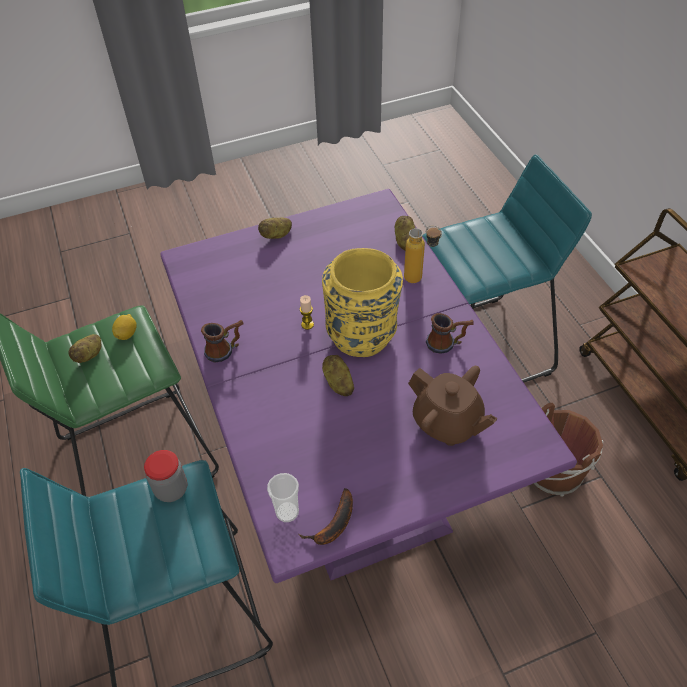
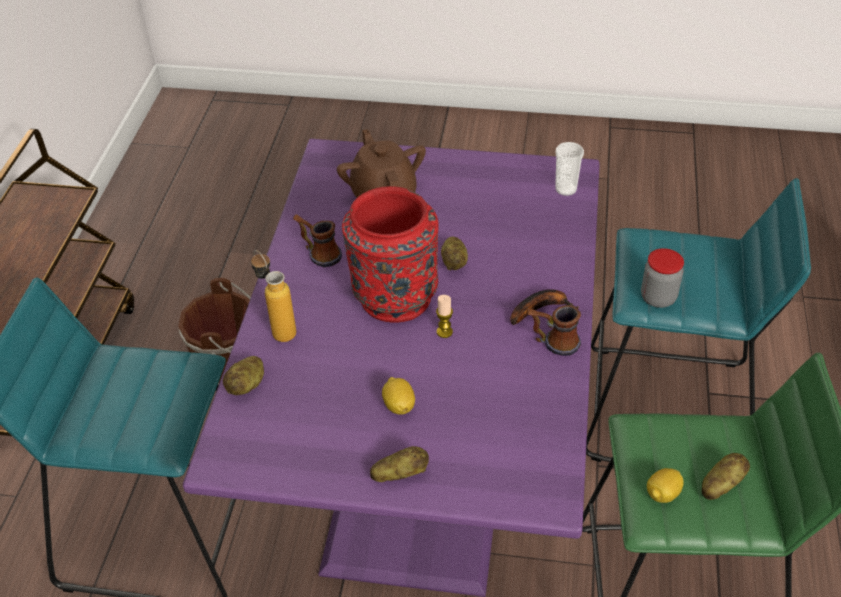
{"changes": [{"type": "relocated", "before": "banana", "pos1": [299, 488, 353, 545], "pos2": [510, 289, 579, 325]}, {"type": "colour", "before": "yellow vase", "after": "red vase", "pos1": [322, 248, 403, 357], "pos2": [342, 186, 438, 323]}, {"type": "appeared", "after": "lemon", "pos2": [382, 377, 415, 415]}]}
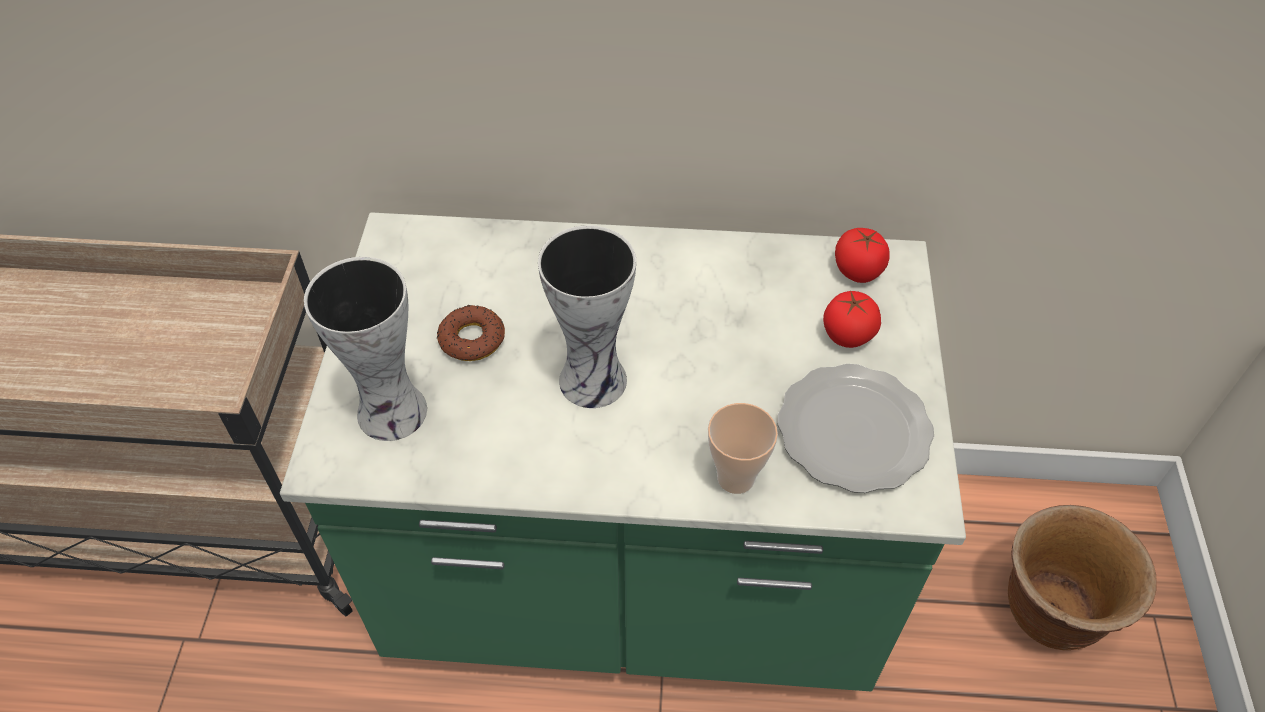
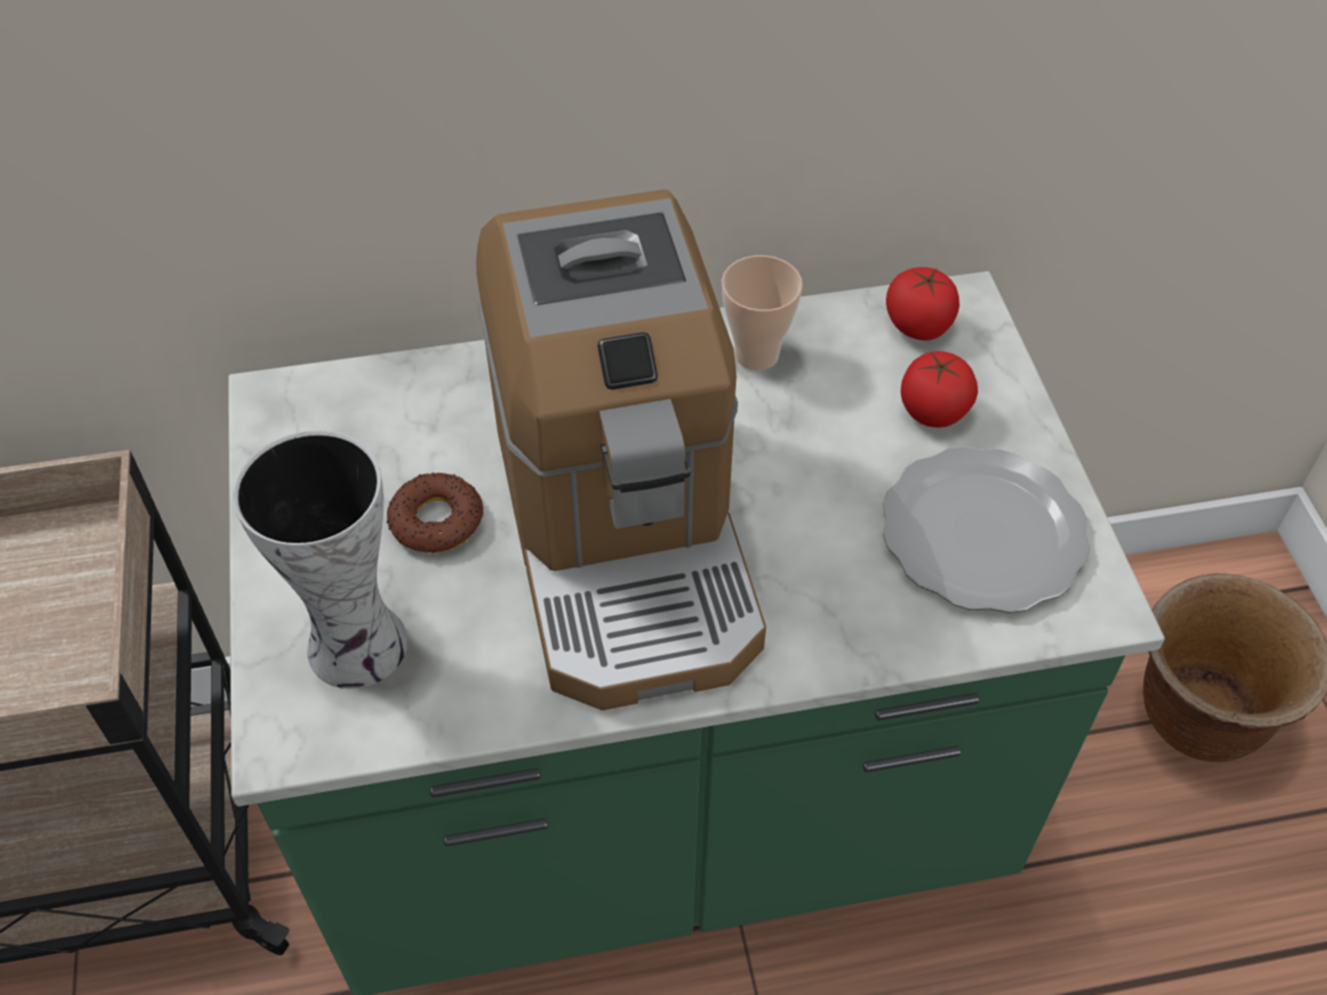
{"changes": [{"type": "exchanged", "before": "vase", "after": "coffee machine", "pos1": [538, 225, 636, 408], "pos2": [476, 190, 766, 711]}, {"type": "relocated", "before": "cup", "pos1": [708, 403, 778, 494], "pos2": [722, 255, 803, 371]}]}
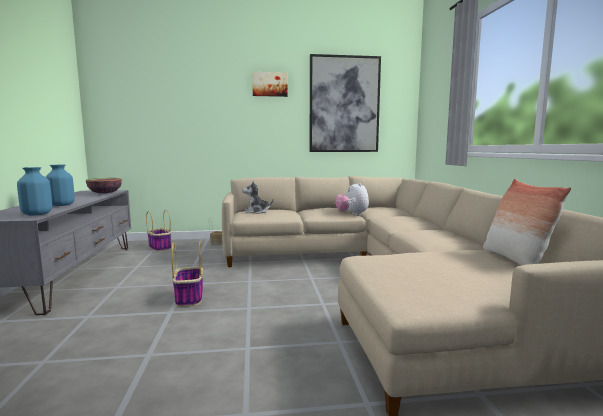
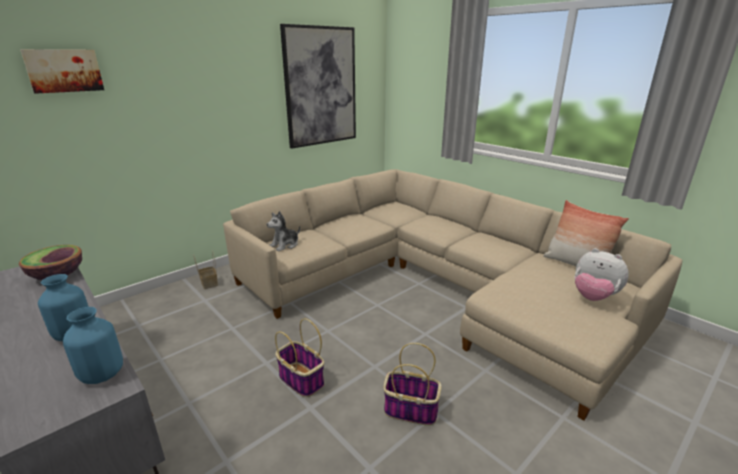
{"changes": [{"type": "relocated", "before": "basket", "pos1": [146, 209, 171, 252], "pos2": [383, 343, 442, 426]}, {"type": "relocated", "before": "picture", "pos1": [252, 72, 288, 97], "pos2": [20, 49, 104, 94]}, {"type": "relocated", "before": "plush toy", "pos1": [335, 182, 369, 216], "pos2": [574, 248, 629, 301]}]}
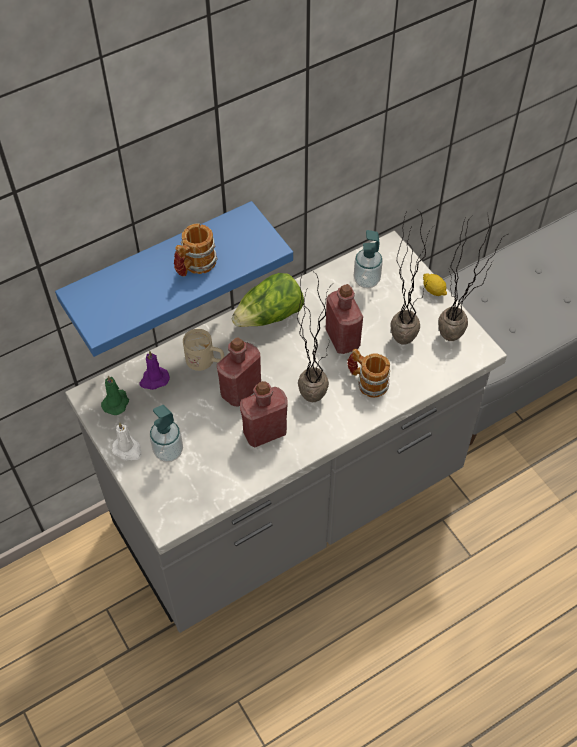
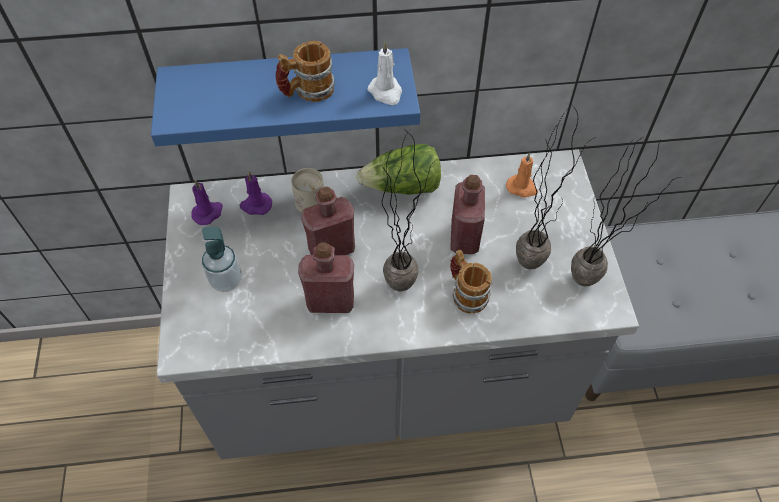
{"changes": [{"type": "colour", "before": "green candle", "after": "purple candle", "pos1": [101, 376, 129, 415], "pos2": [191, 180, 223, 225]}, {"type": "relocated", "before": "white candle", "pos1": [112, 422, 142, 461], "pos2": [367, 41, 402, 105]}, {"type": "exchanged", "before": "soap dispenser", "after": "orange candle", "pos1": [354, 230, 383, 288], "pos2": [506, 152, 538, 198]}, {"type": "missing", "before": "lemon", "pos1": [423, 273, 447, 296]}]}
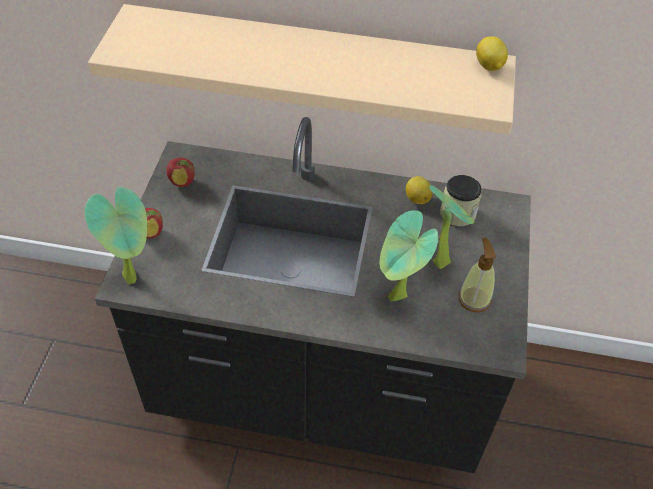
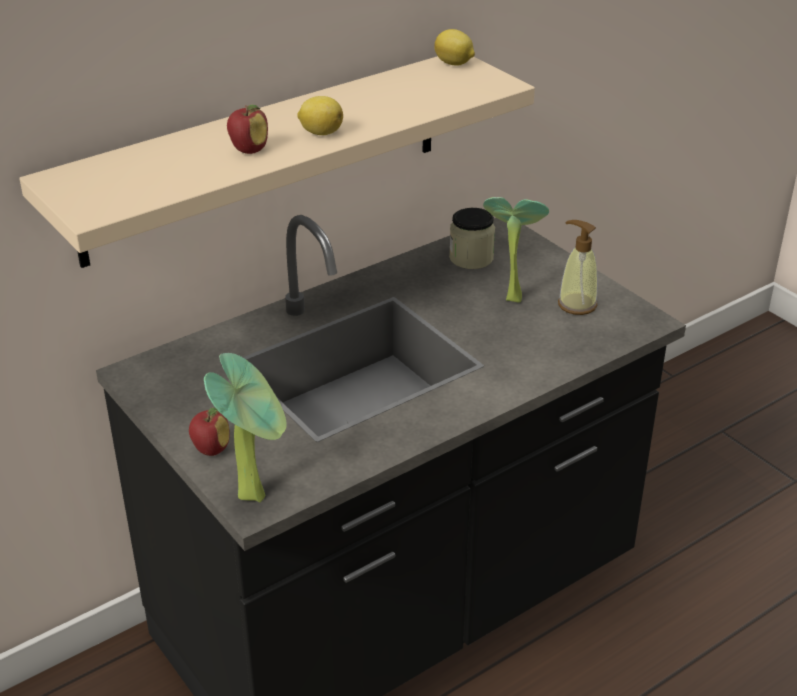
{"changes": [{"type": "relocated", "before": "apple", "pos1": [166, 158, 195, 187], "pos2": [227, 105, 268, 154]}, {"type": "missing", "before": "potted plant", "pos1": [379, 210, 438, 302]}, {"type": "relocated", "before": "lemon", "pos1": [406, 176, 433, 204], "pos2": [297, 96, 343, 135]}]}
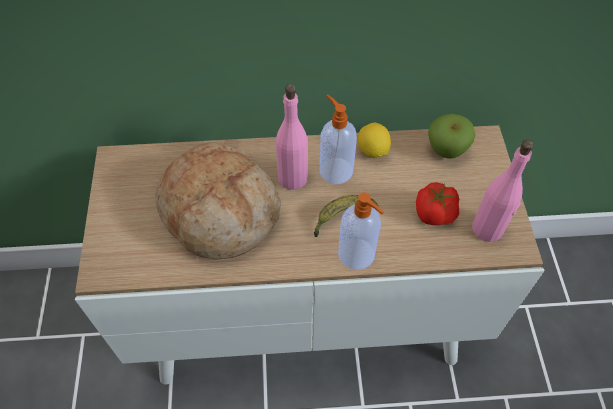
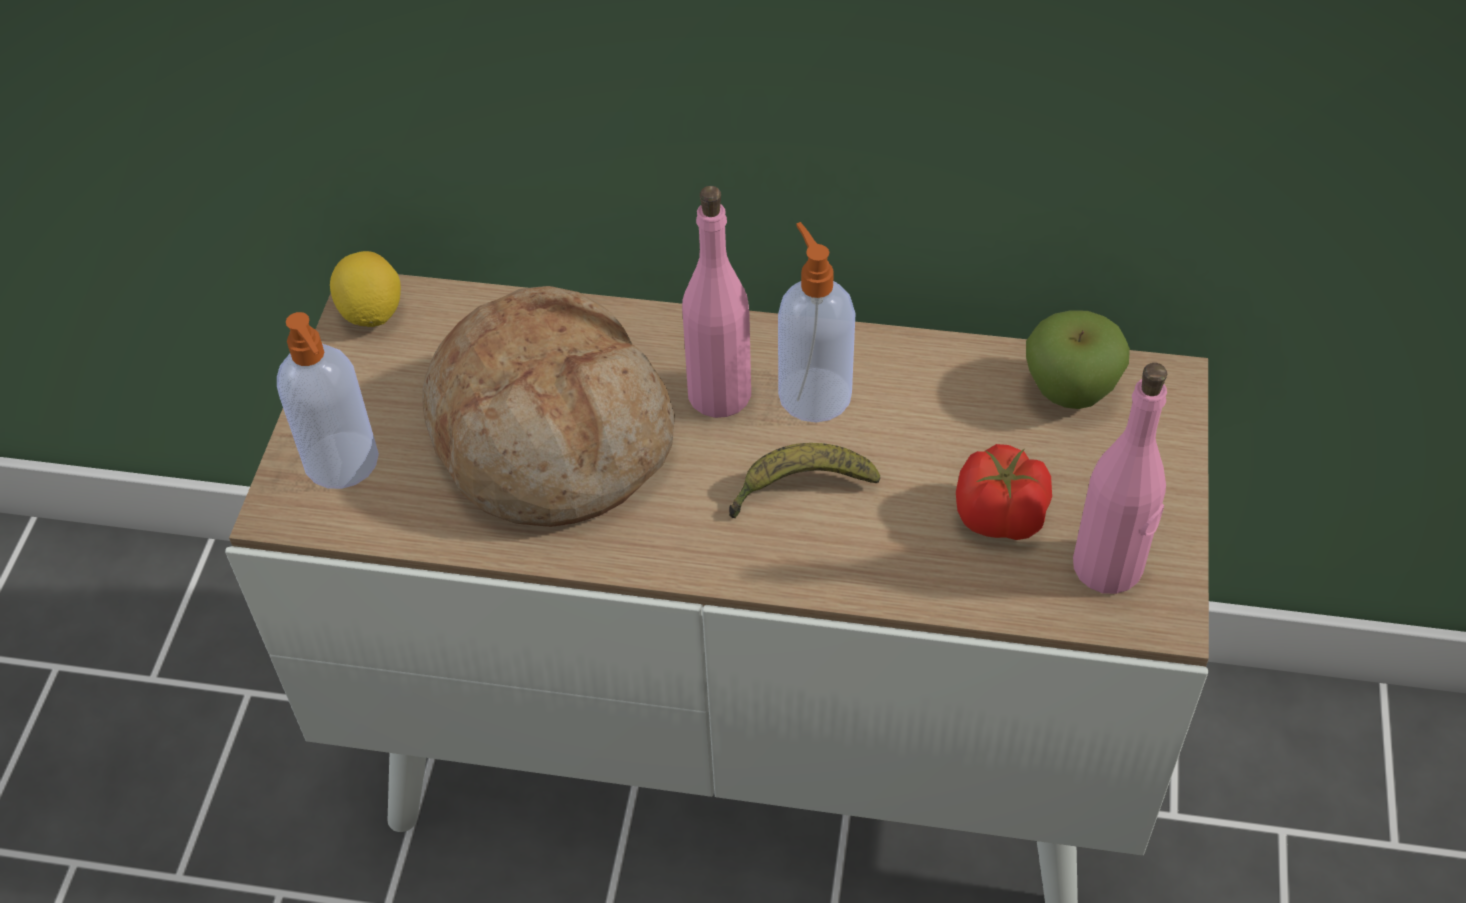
{"changes": [{"type": "relocated", "before": "soap dispenser", "pos1": [338, 192, 384, 270], "pos2": [277, 312, 379, 489]}, {"type": "relocated", "before": "lemon", "pos1": [358, 123, 391, 158], "pos2": [330, 251, 401, 327]}]}
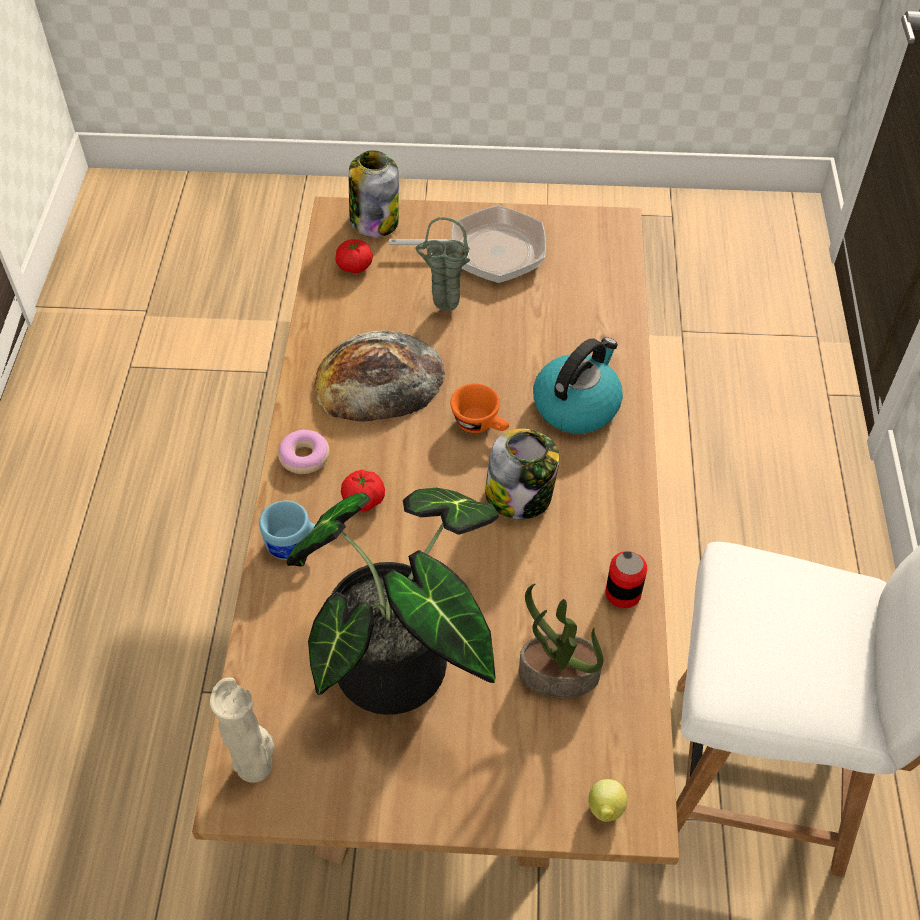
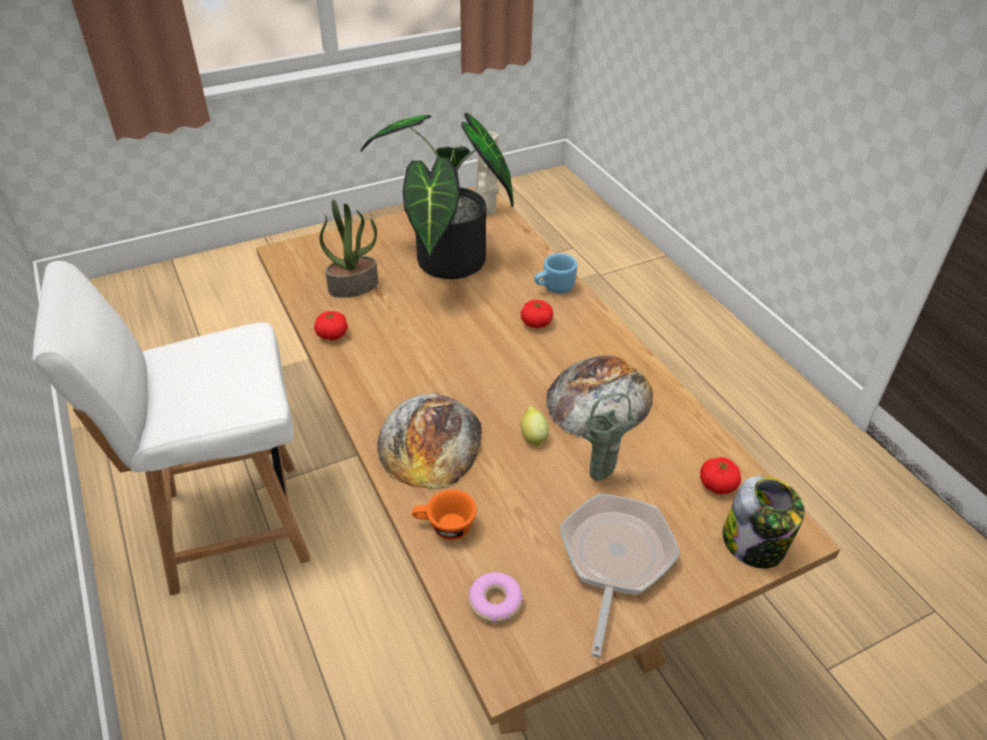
{"changes": [{"type": "relocated", "before": "donut", "pos1": [278, 430, 330, 474], "pos2": [468, 572, 524, 623]}, {"type": "spun", "before": "frying pan", "pos1": [389, 205, 546, 283], "pos2": [560, 494, 680, 657], "turn": 135}, {"type": "relocated", "before": "orange cup", "pos1": [450, 383, 509, 433], "pos2": [412, 489, 477, 540]}, {"type": "missing", "before": "jar", "pos1": [485, 429, 559, 519]}, {"type": "exchanged", "before": "kettle", "after": "bread", "pos1": [533, 337, 623, 433], "pos2": [377, 394, 482, 489]}, {"type": "relocated", "before": "lemon", "pos1": [588, 779, 627, 822], "pos2": [521, 406, 549, 446]}, {"type": "exchanged", "before": "can", "after": "tomato", "pos1": [605, 551, 647, 608], "pos2": [314, 311, 348, 340]}]}
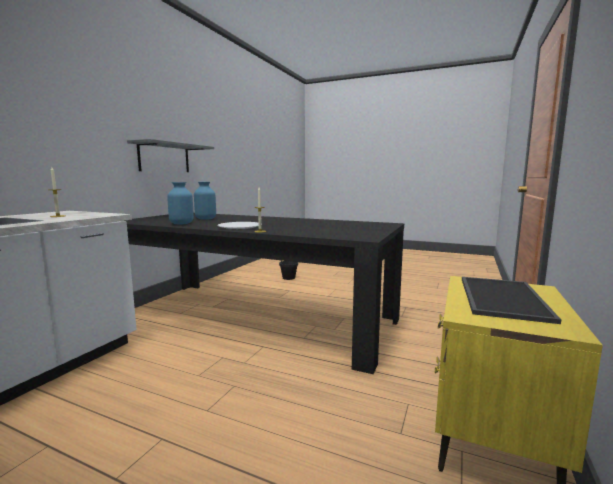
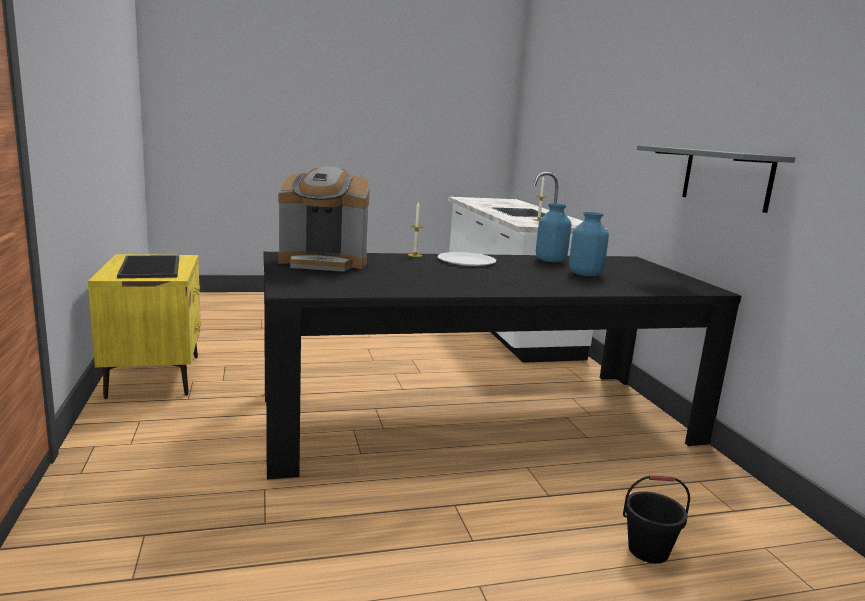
{"changes": [{"type": "appeared", "after": "coffee machine", "pos2": [278, 166, 370, 272]}]}
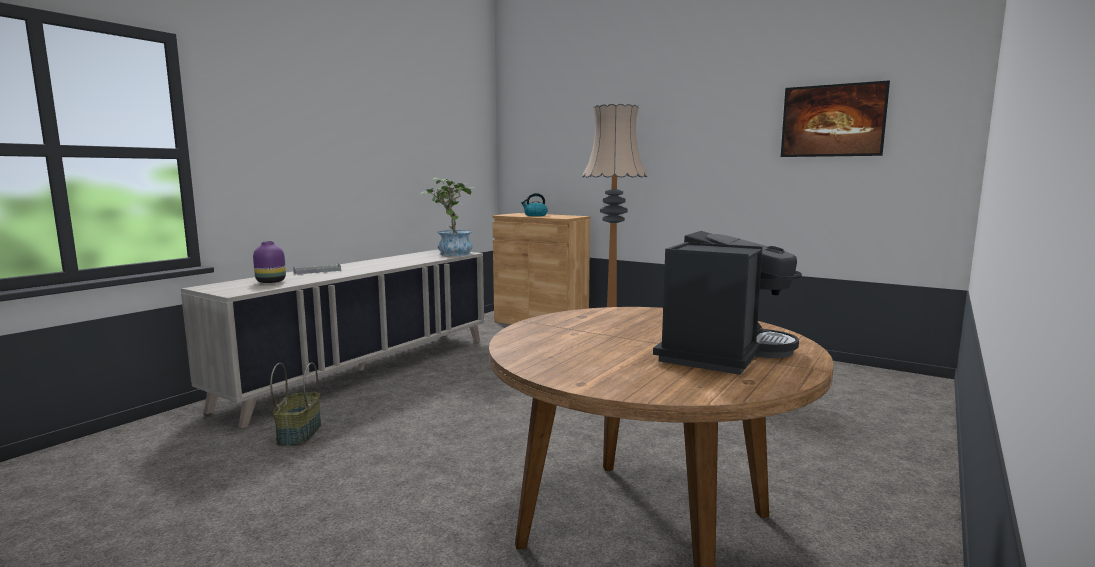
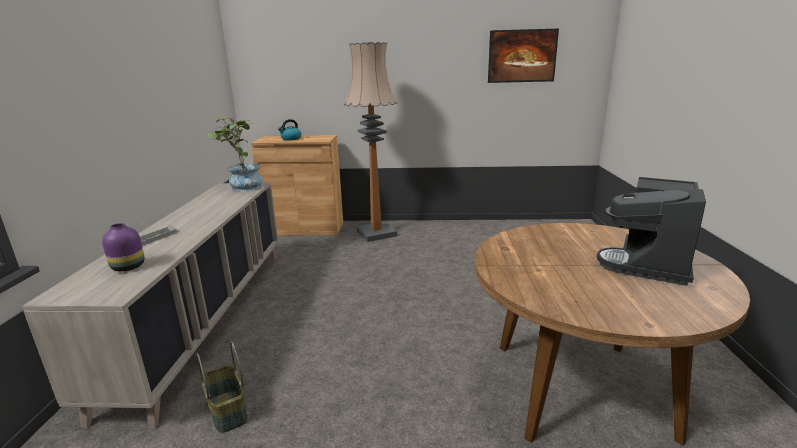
{"changes": [{"type": "spun", "before": "coffee machine", "pos1": [653, 231, 802, 375], "pos2": [597, 177, 706, 286], "turn": -150}]}
